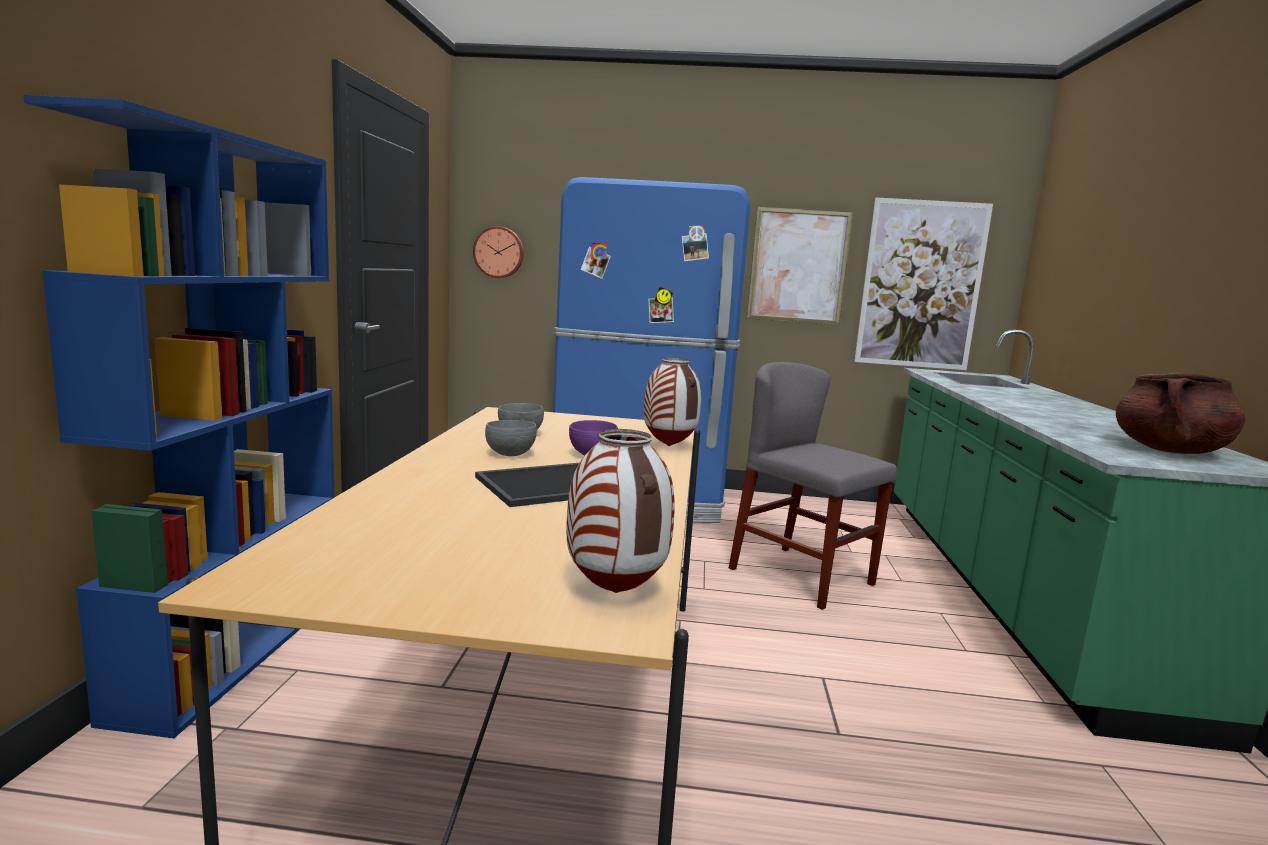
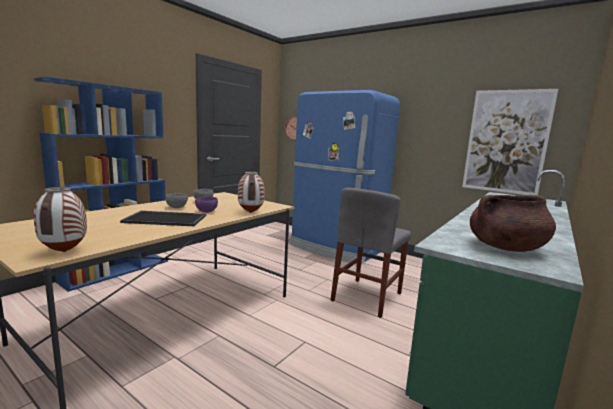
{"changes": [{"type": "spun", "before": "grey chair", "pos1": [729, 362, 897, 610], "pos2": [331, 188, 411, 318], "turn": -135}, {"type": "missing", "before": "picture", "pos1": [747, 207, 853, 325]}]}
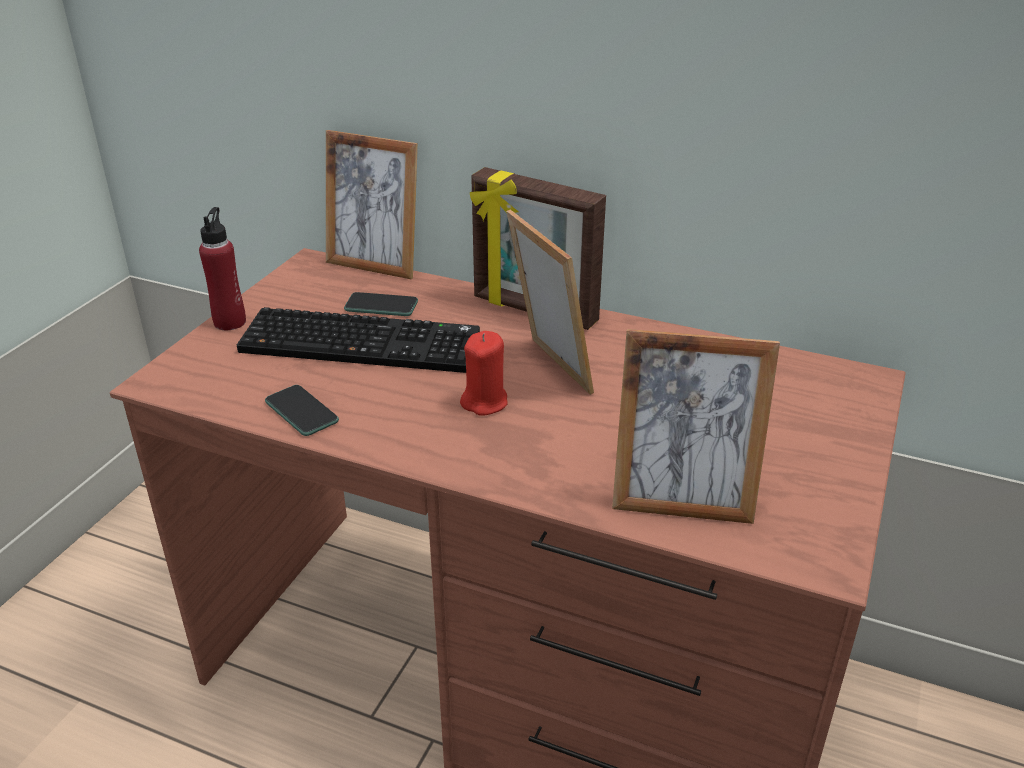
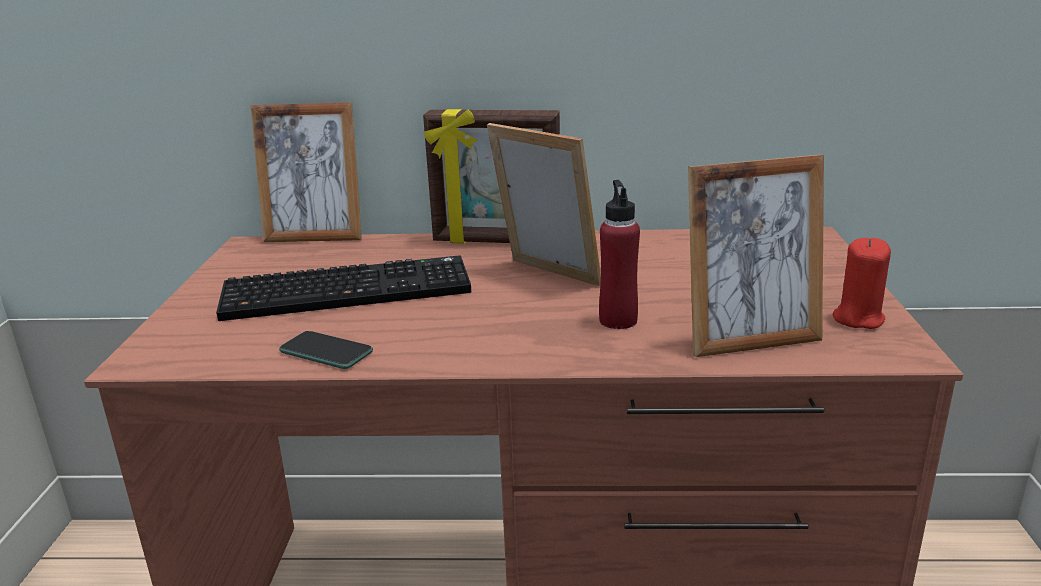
{"changes": [{"type": "relocated", "before": "red bottle", "pos1": [199, 207, 246, 330], "pos2": [599, 180, 640, 329]}, {"type": "missing", "before": "phone", "pos1": [344, 292, 418, 316]}, {"type": "relocated", "before": "red candle", "pos1": [460, 331, 508, 416], "pos2": [833, 238, 891, 329]}]}
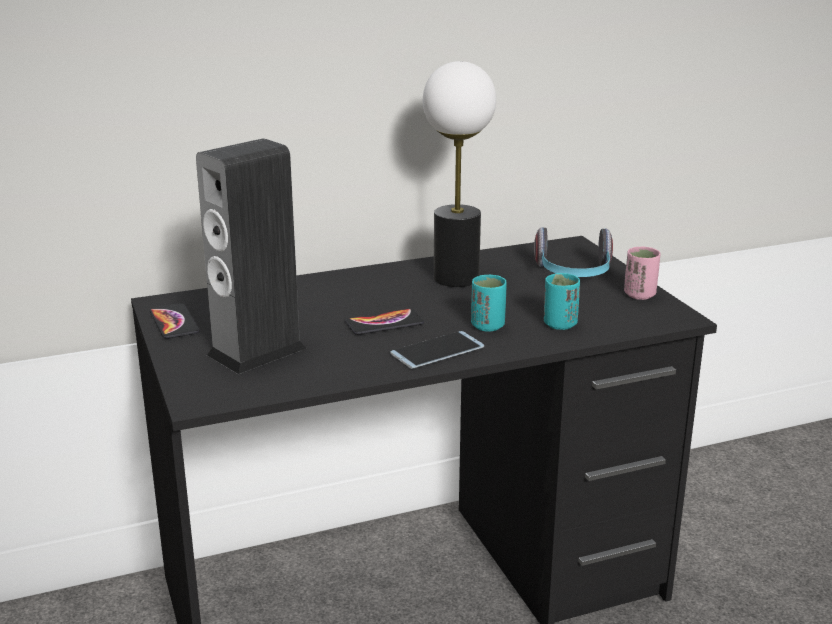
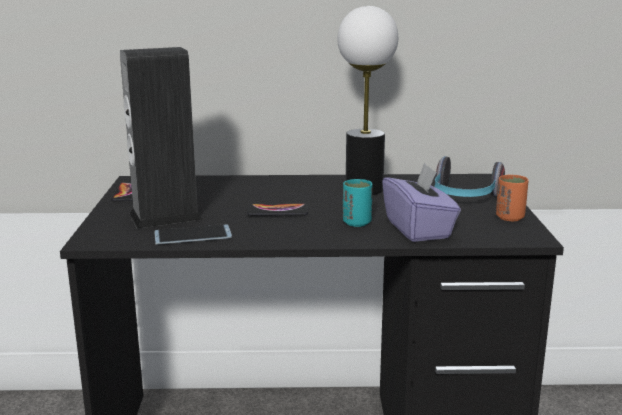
{"changes": [{"type": "relocated", "before": "phone", "pos1": [390, 331, 484, 369], "pos2": [154, 225, 232, 245]}, {"type": "exchanged", "before": "turquoise cup", "after": "purple tissue box", "pos1": [544, 273, 580, 330], "pos2": [382, 162, 461, 242]}, {"type": "colour", "before": "pink cup", "after": "orange cup", "pos1": [624, 247, 660, 300], "pos2": [496, 175, 529, 221]}]}
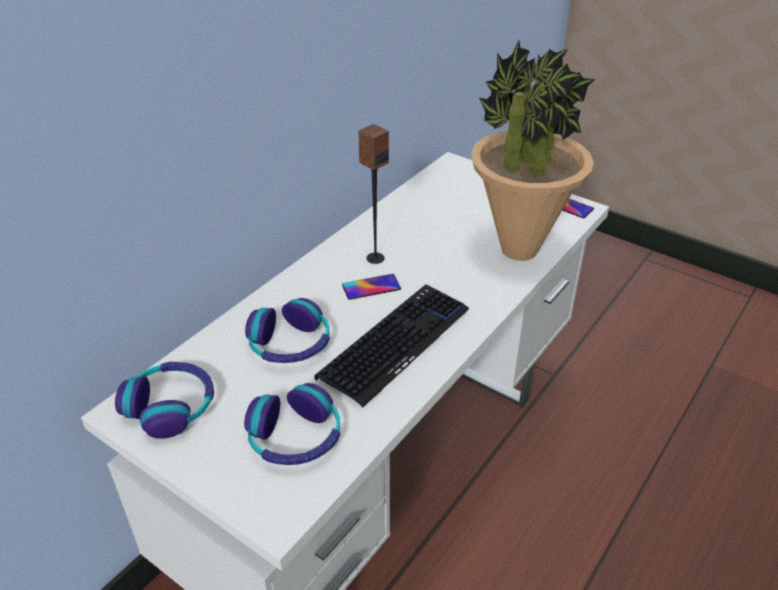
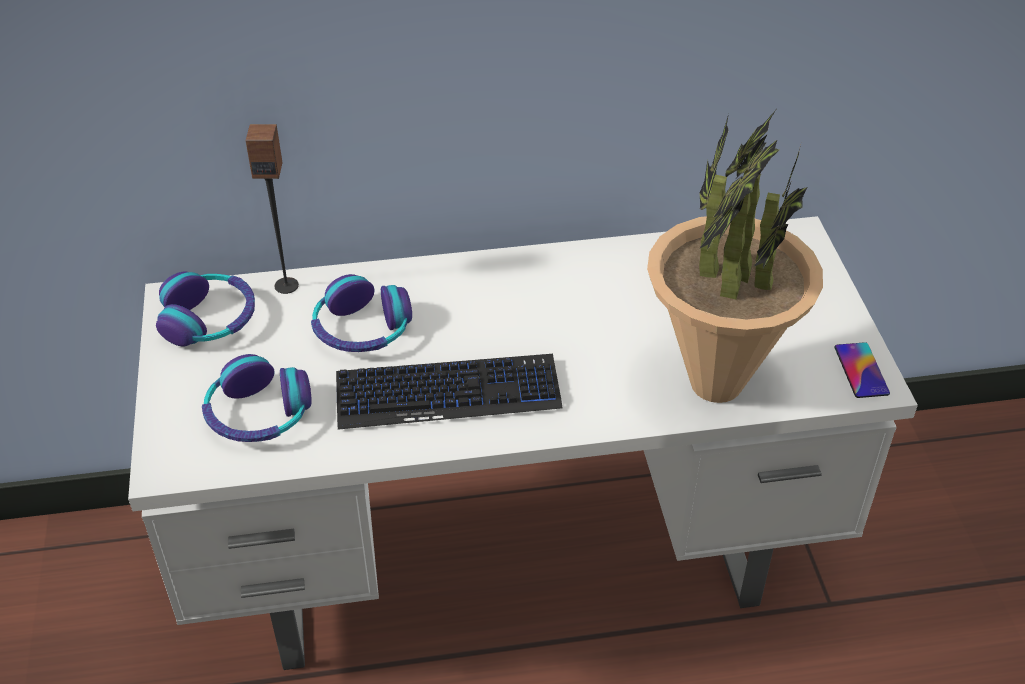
{"changes": [{"type": "missing", "before": "phone", "pos1": [342, 274, 401, 300]}, {"type": "relocated", "before": "speaker", "pos1": [358, 124, 389, 264], "pos2": [246, 124, 299, 294]}]}
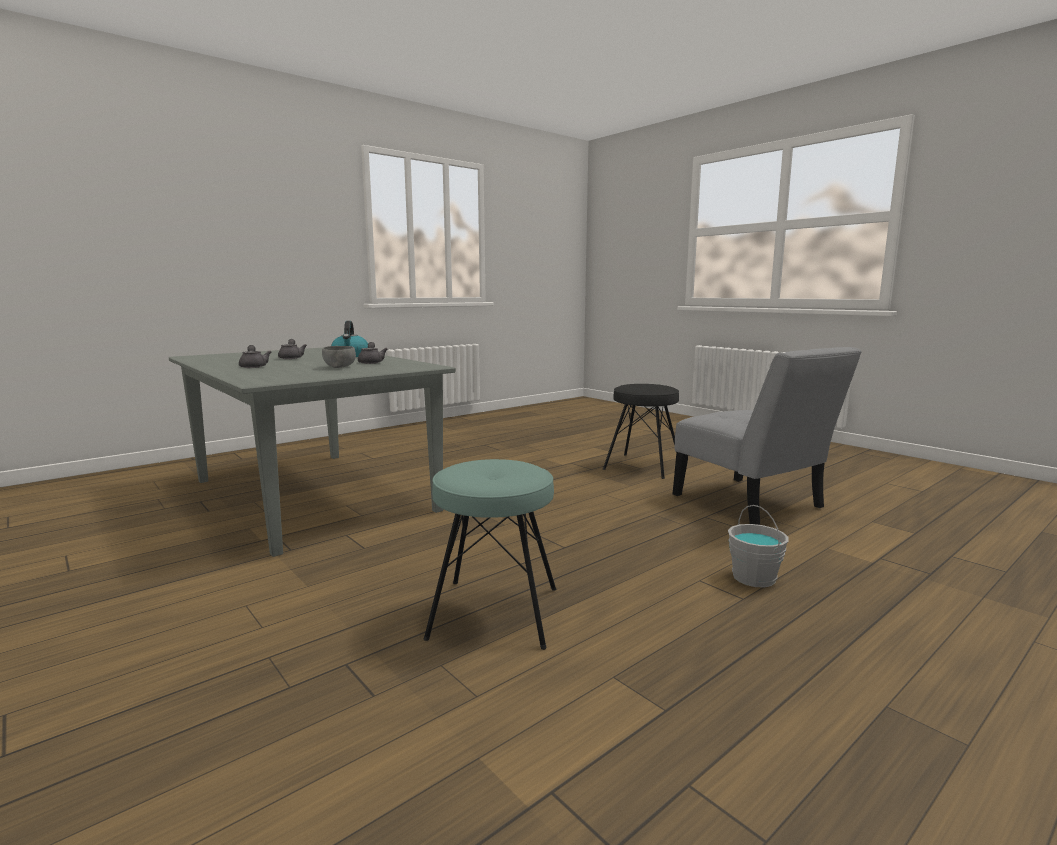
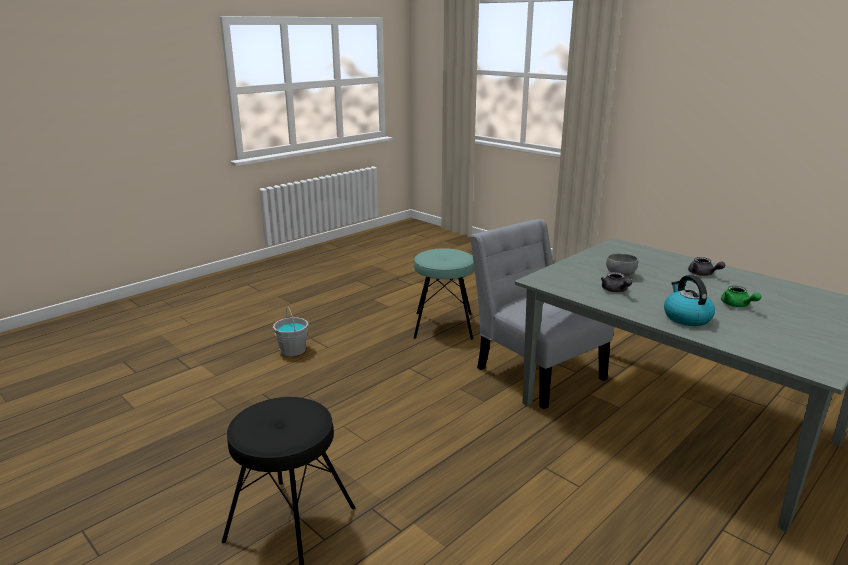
{"changes": [{"type": "colour", "before": "grey teapot", "after": "green teapot", "pos1": [278, 339, 307, 359], "pos2": [721, 285, 761, 307]}, {"type": "relocated", "before": "grey chair", "pos1": [673, 347, 862, 525], "pos2": [470, 219, 614, 409]}]}
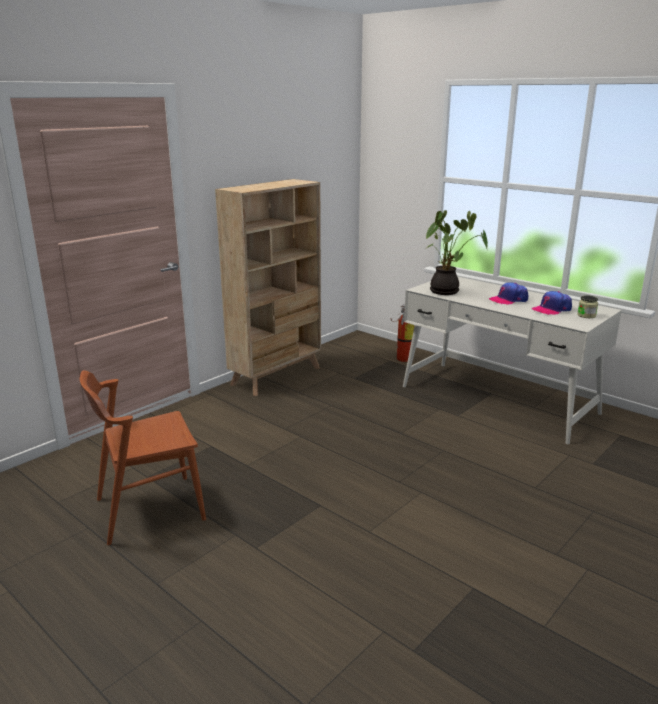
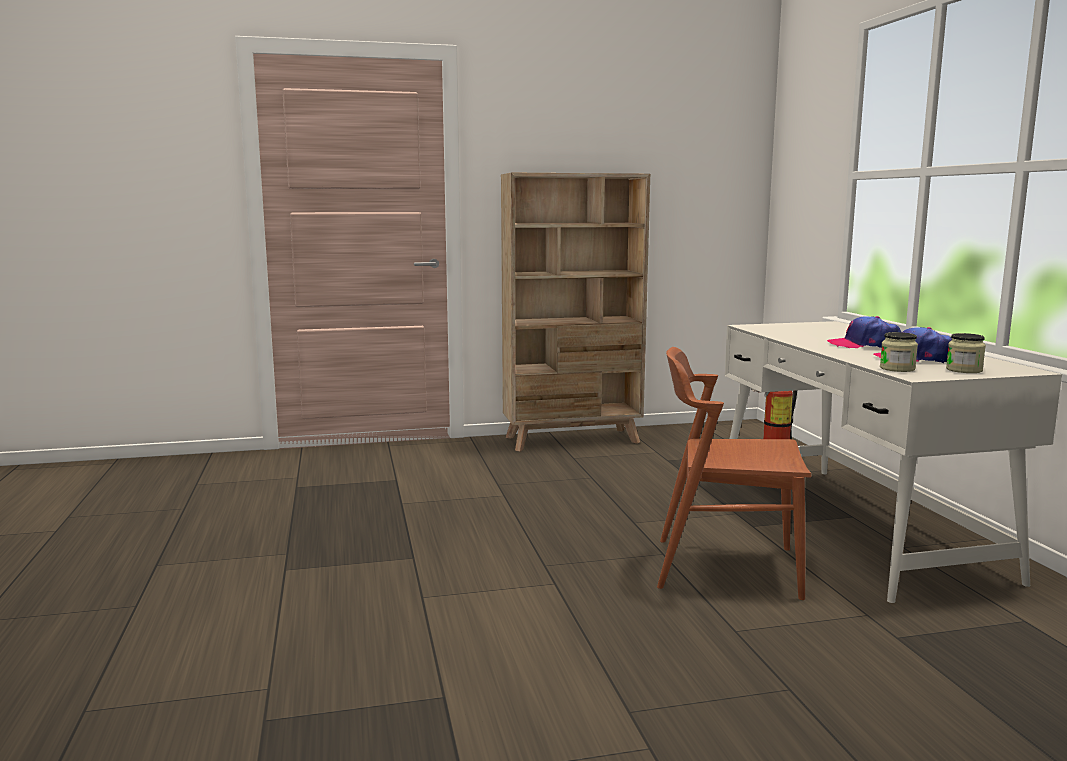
{"changes": [{"type": "relocated", "before": "brown chair", "pos1": [80, 370, 206, 545], "pos2": [657, 347, 811, 600]}, {"type": "missing", "before": "potted plant", "pos1": [425, 210, 488, 295]}, {"type": "appeared", "after": "jar", "pos2": [880, 332, 918, 372]}]}
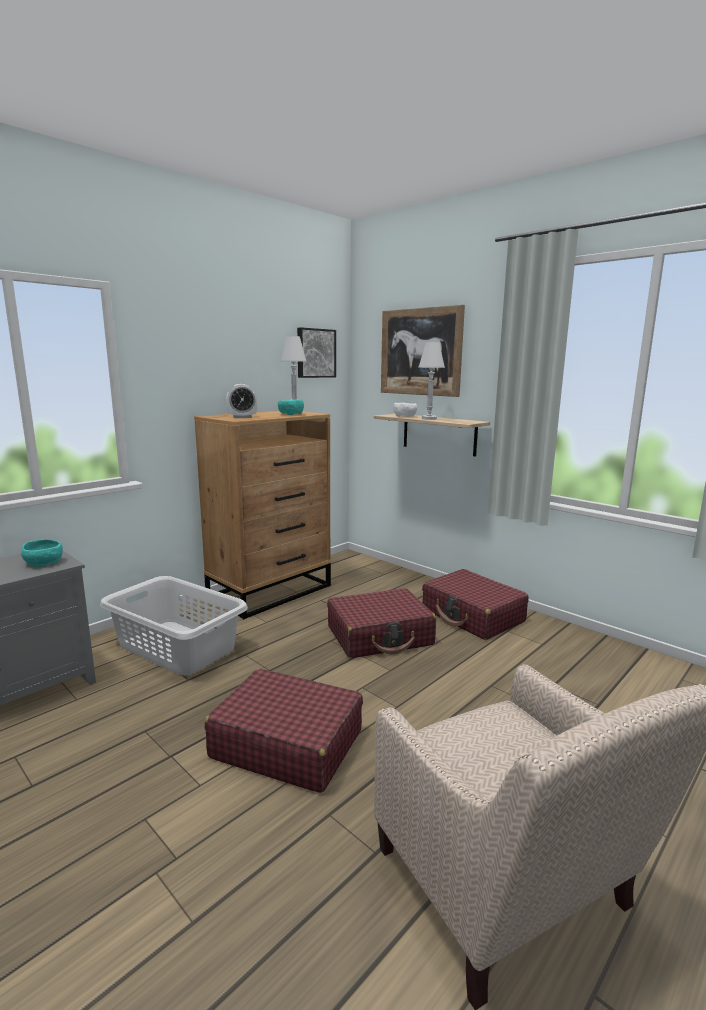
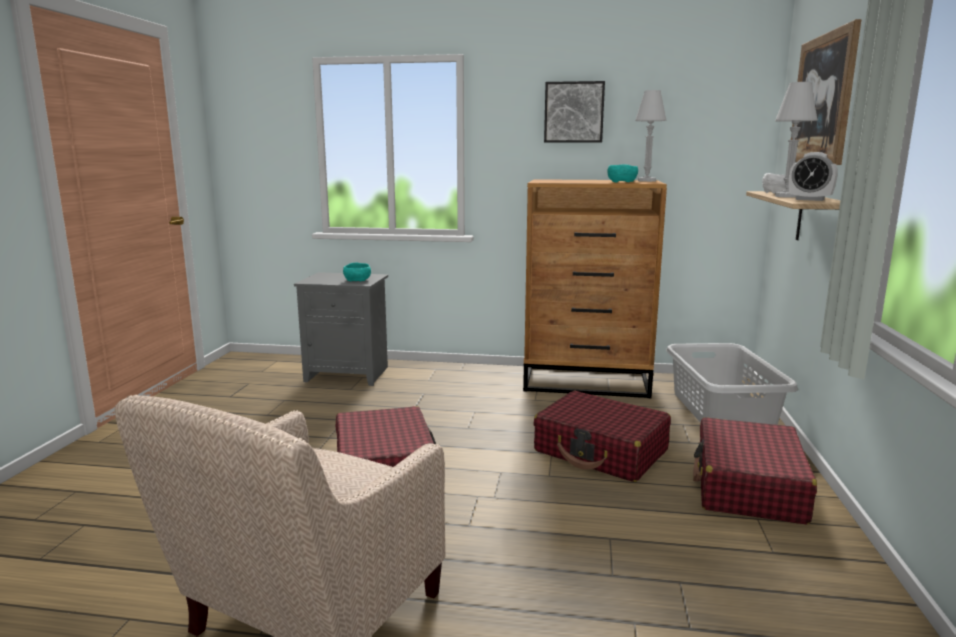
{"changes": [{"type": "relocated", "before": "grey laundry basket", "pos1": [100, 576, 248, 675], "pos2": [666, 343, 798, 425]}, {"type": "relocated", "before": "alarm clock", "pos1": [226, 384, 257, 418], "pos2": [789, 152, 838, 201]}, {"type": "relocated", "before": "picture", "pos1": [297, 327, 336, 378], "pos2": [544, 81, 605, 142]}]}
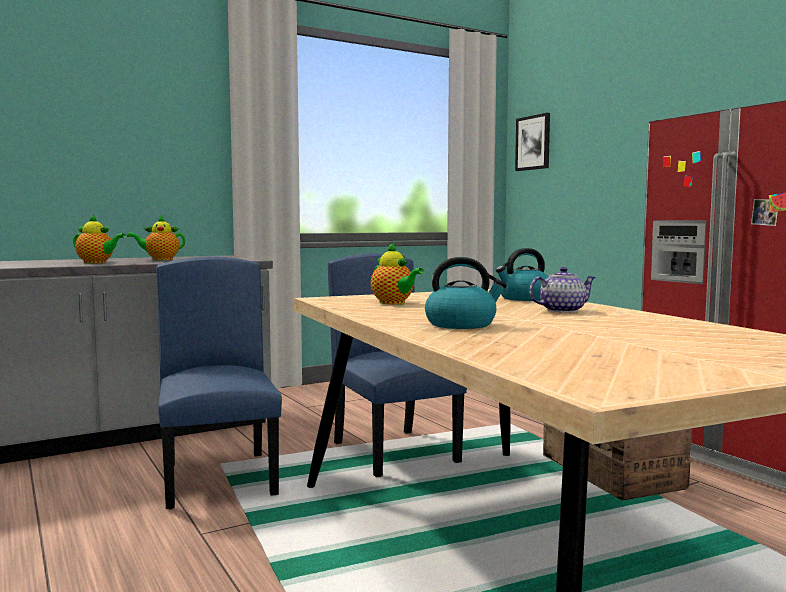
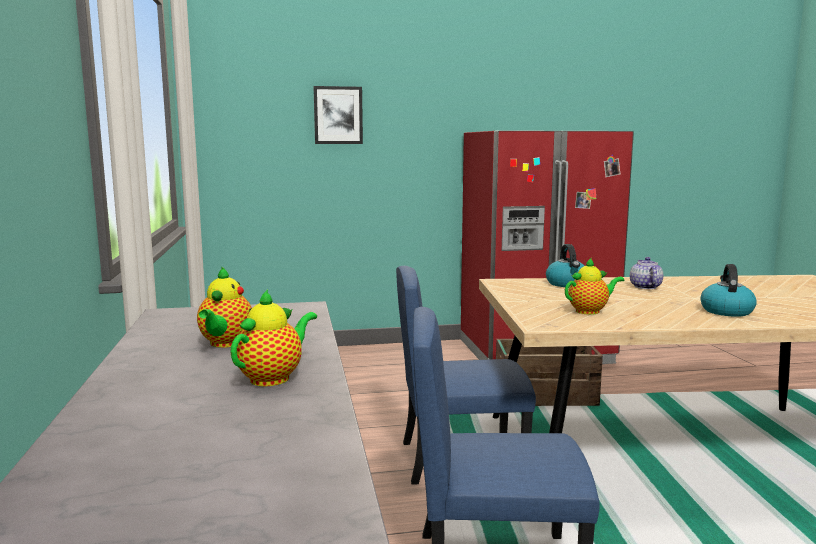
{"changes": [{"type": "relocated", "before": "picture", "pos1": [515, 113, 550, 171], "pos2": [313, 86, 363, 144]}]}
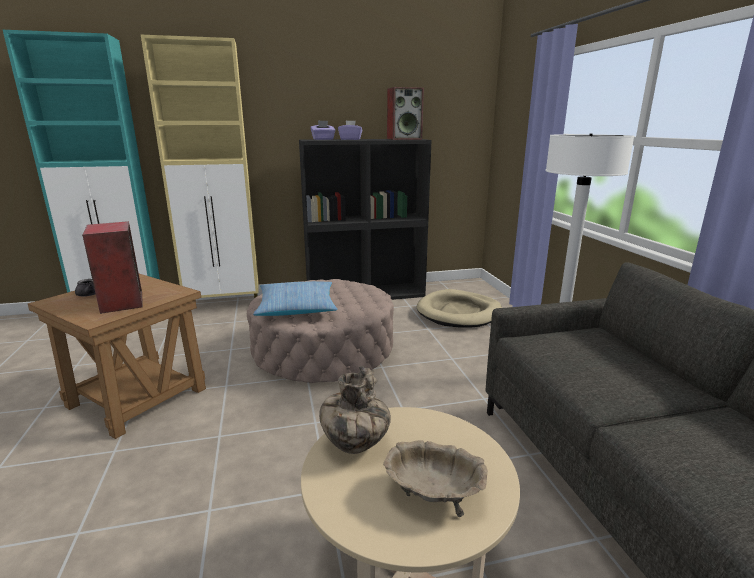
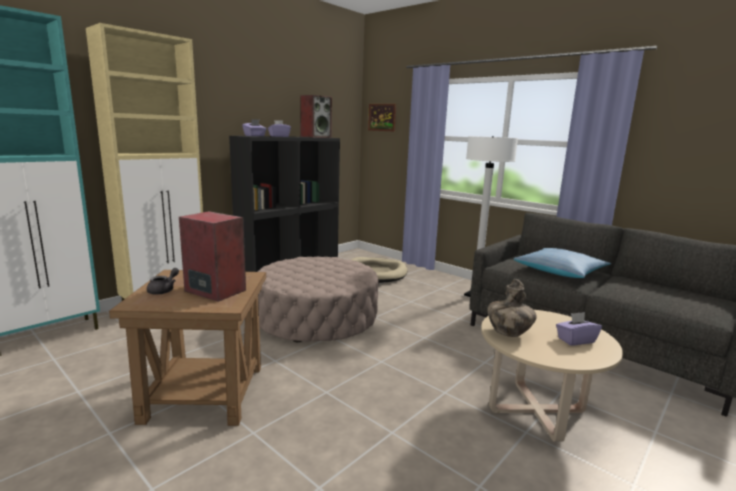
{"changes": [{"type": "relocated", "before": "pillow", "pos1": [253, 281, 337, 316], "pos2": [514, 248, 611, 278]}, {"type": "exchanged", "before": "beige bowl", "after": "purple tissue box", "pos1": [383, 440, 488, 517], "pos2": [556, 312, 602, 346]}, {"type": "appeared", "after": "picture", "pos2": [368, 104, 396, 132]}]}
